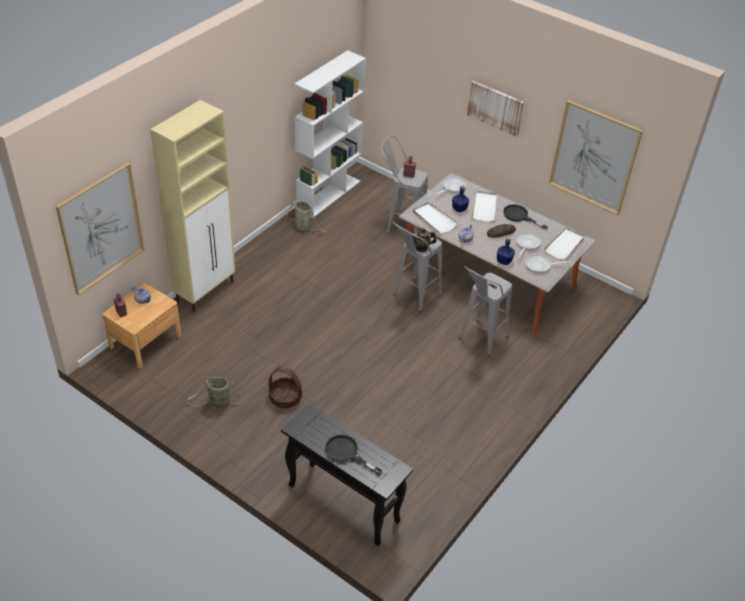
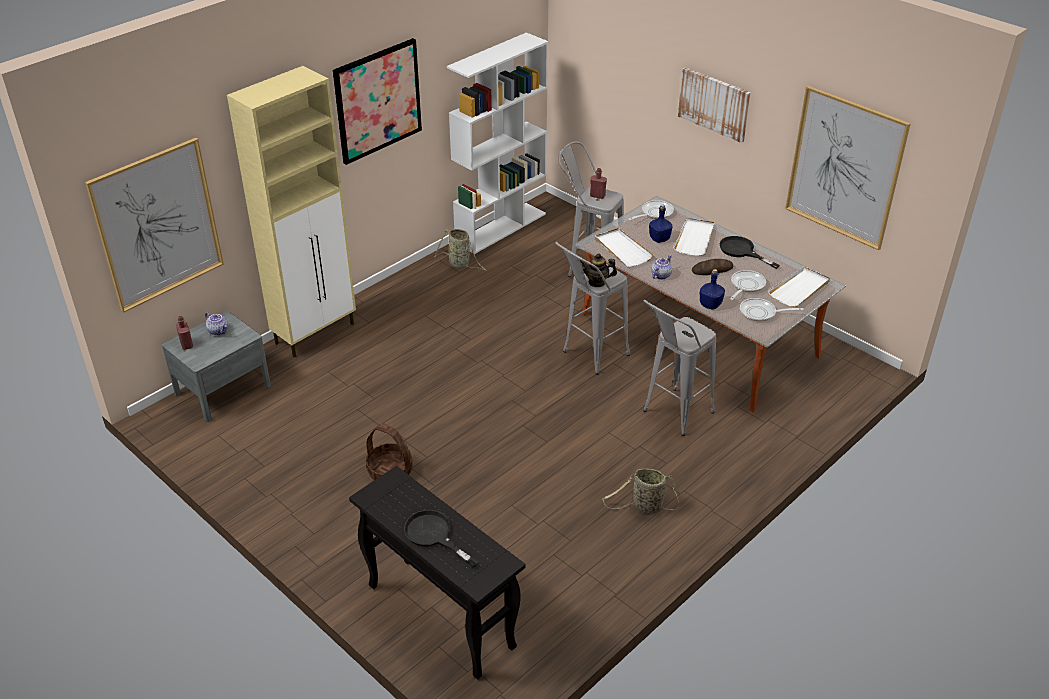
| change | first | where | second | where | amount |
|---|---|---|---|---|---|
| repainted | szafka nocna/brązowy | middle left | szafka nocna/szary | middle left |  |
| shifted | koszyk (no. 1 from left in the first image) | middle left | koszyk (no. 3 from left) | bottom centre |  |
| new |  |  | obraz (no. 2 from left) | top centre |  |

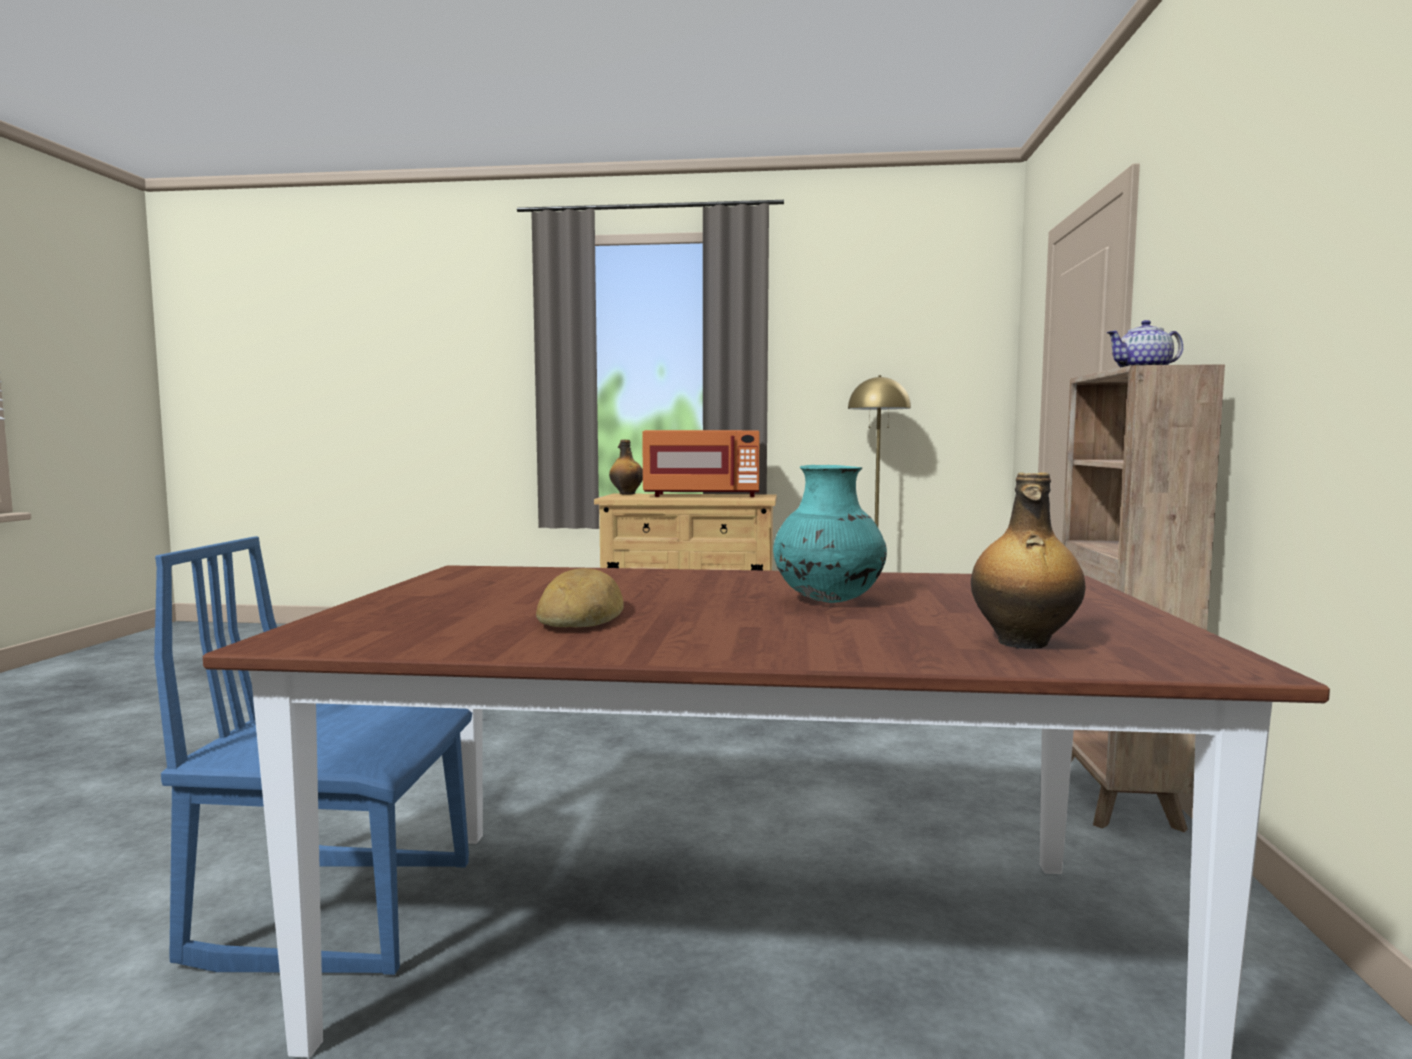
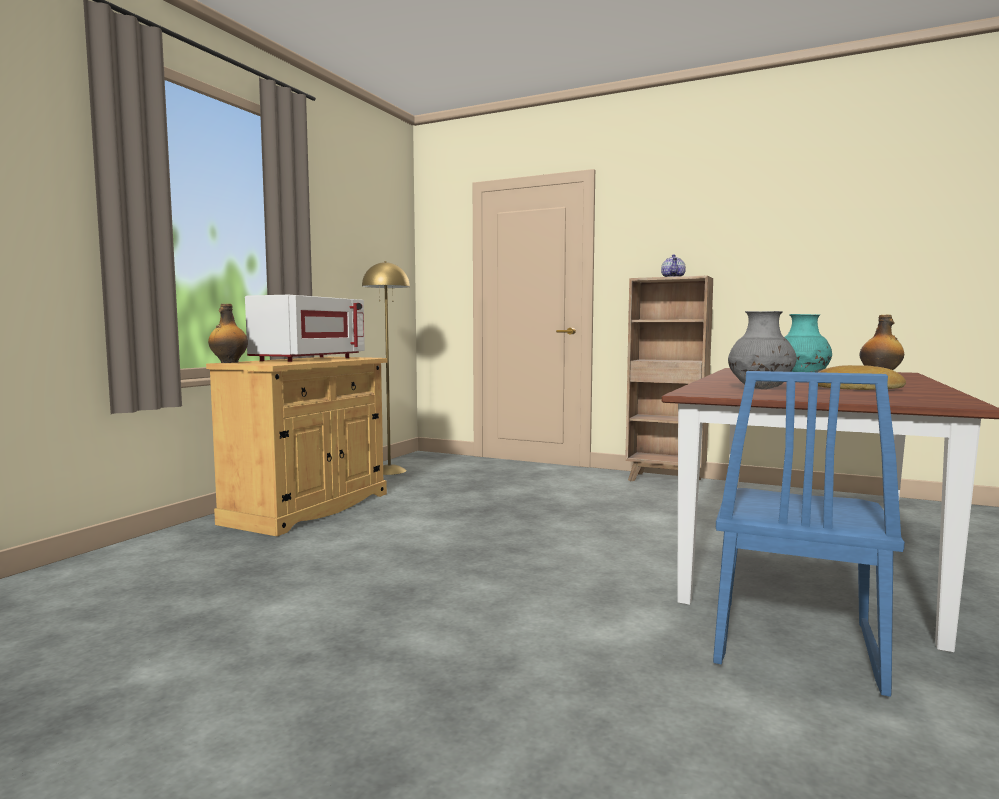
| change | first | where | second | where | amount |
|---|---|---|---|---|---|
| repainted | mikrofalówka/pomarańczowy | centre | mikrofalówka/biały | middle left |  |
| new |  |  | wazon/szary | middle right |  |

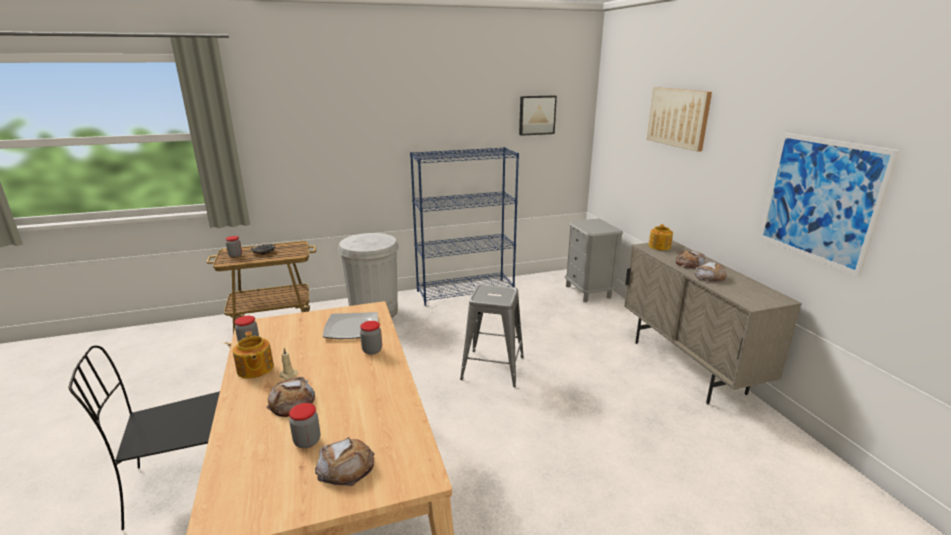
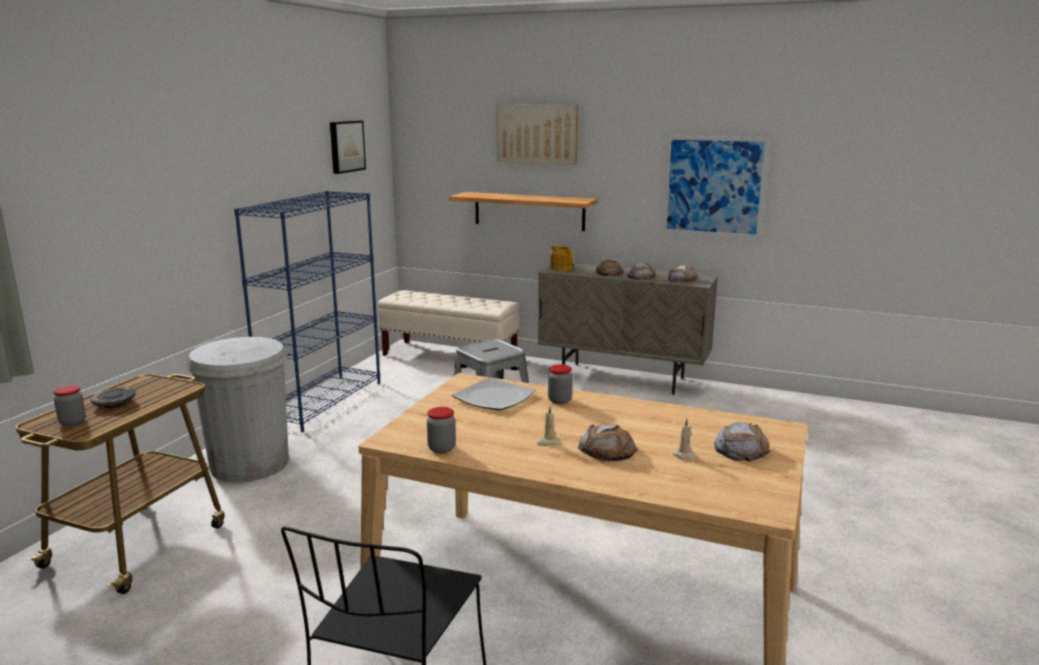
| change | first | where | second | where | amount |
|---|---|---|---|---|---|
| gone | imbryk (no. 1 from left) | middle left |  |  |  |
| swapped | słoik (no. 3 from left) | bottom left | świeca/beżowy (no. 2 from left) | centre |  |
| swapped | szafka nocna/szary | centre | ławka/beżowy | centre |  |
| new |  |  | półka | top centre |  |
| new |  |  | chleb (no. 4 from left) | centre |  |

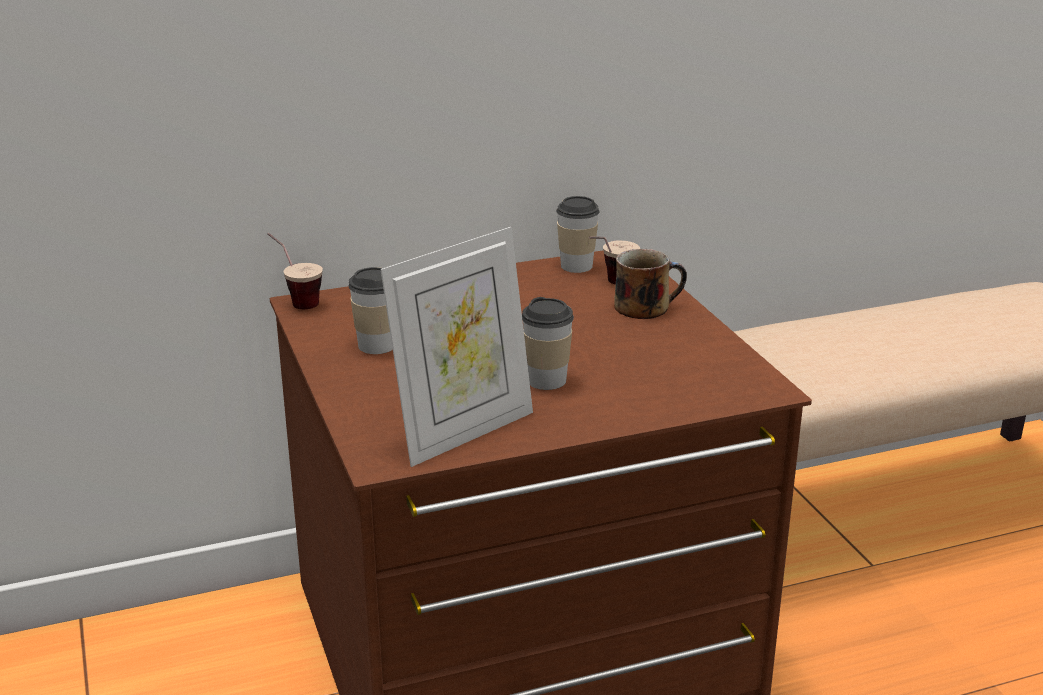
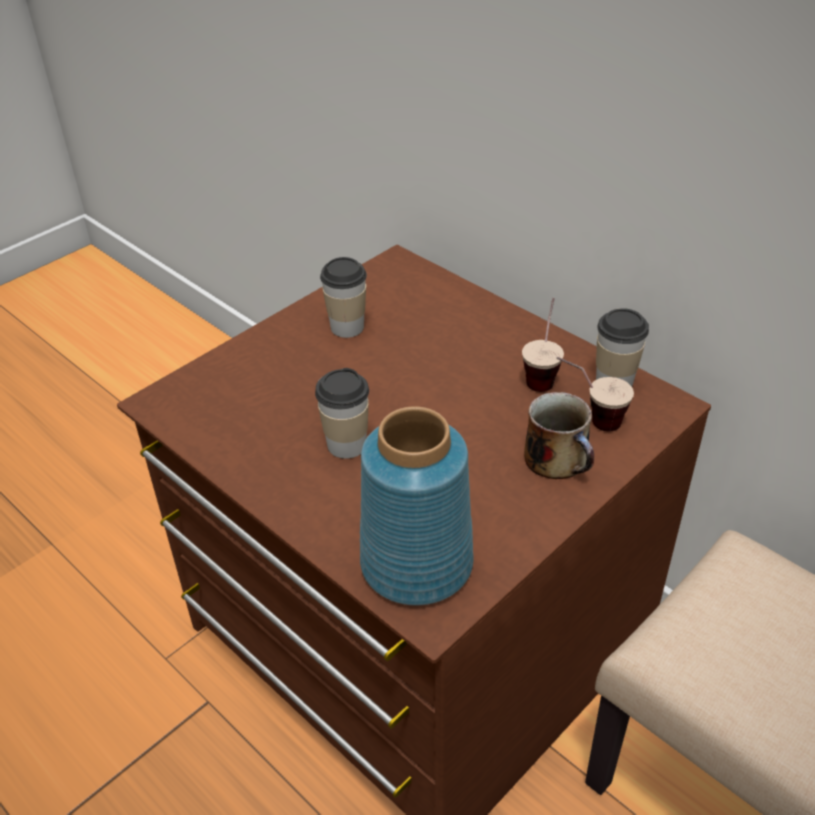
| change | first | where | second | where | amount |
|---|---|---|---|---|---|
| shifted | filiżanka (no. 1 from left in the first image) | middle left | filiżanka (no. 3 from left) | centre |  |
| gone | ramka na zdjęcie | centre |  |  |  |
| new |  |  | wazon/niebieski | centre |  |

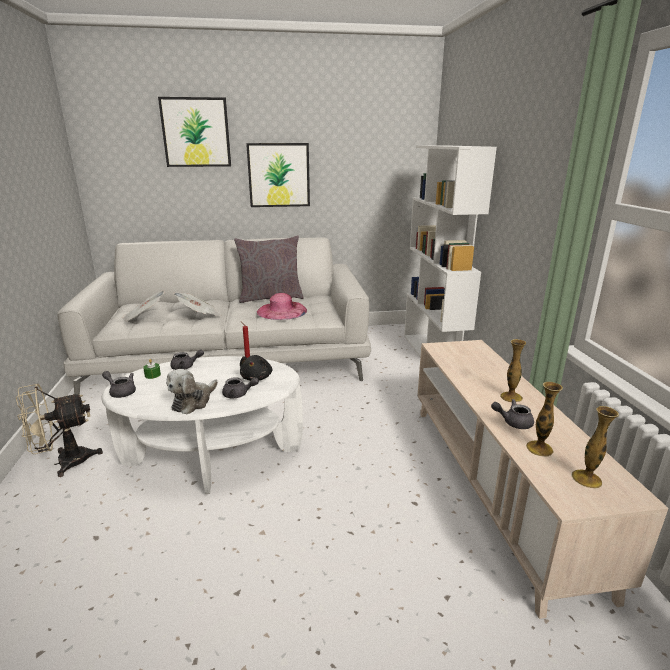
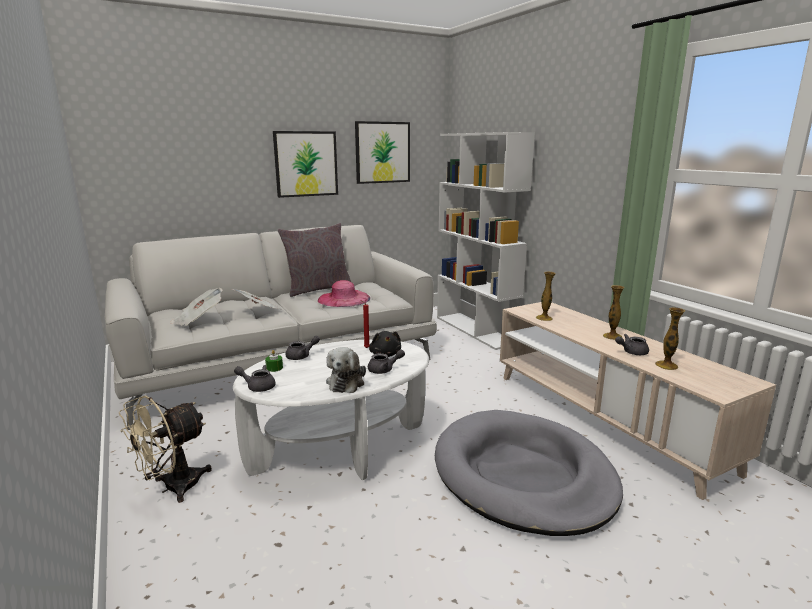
| change | first | where | second | where | amount |
|---|---|---|---|---|---|
| shifted | obraz (no. 1 from left in the first image) | top left | obraz (no. 2 from left) | top centre |  |
| shifted | wazon (no. 3 from left in the first image) | bottom right | wazon (no. 1 from left) | middle right |  |
| new |  |  | legowisko/szary | bottom centre |  |

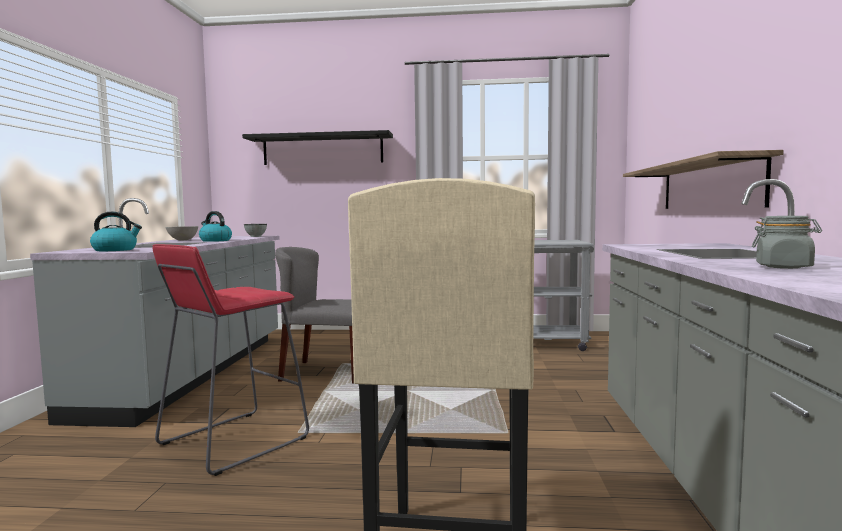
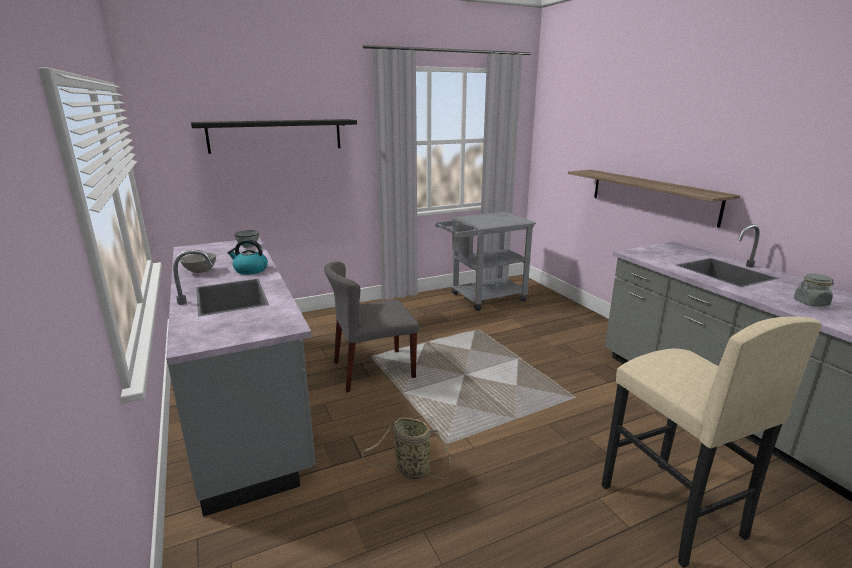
| change | first | where | second | where | amount |
|---|---|---|---|---|---|
| gone | czajnik (no. 1 from left) | middle left |  |  |  |
| swapped | stołek/czerwony | bottom left | koszyk | bottom centre |  |

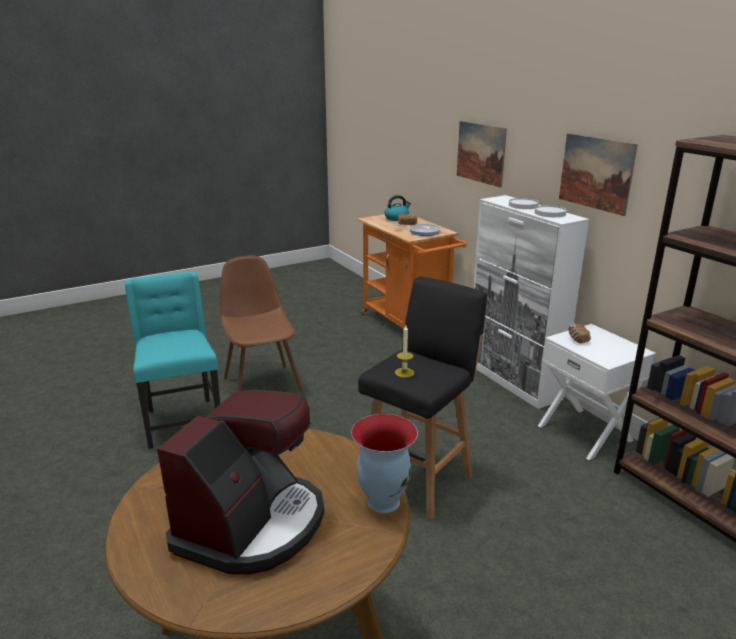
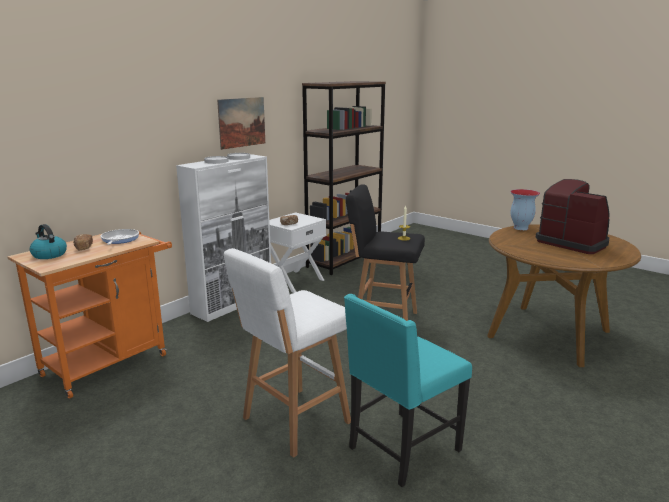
| change | first | where | second | where | amount |
|---|---|---|---|---|---|
| rotated | ekspres do kawy | bottom left |  | middle right | 45 degrees clockwise |
| swapped | krzesło/brązowy | centre | stołek/biały | bottom centre |  |
| gone | obraz (no. 1 from left) | top centre |  |  |  |

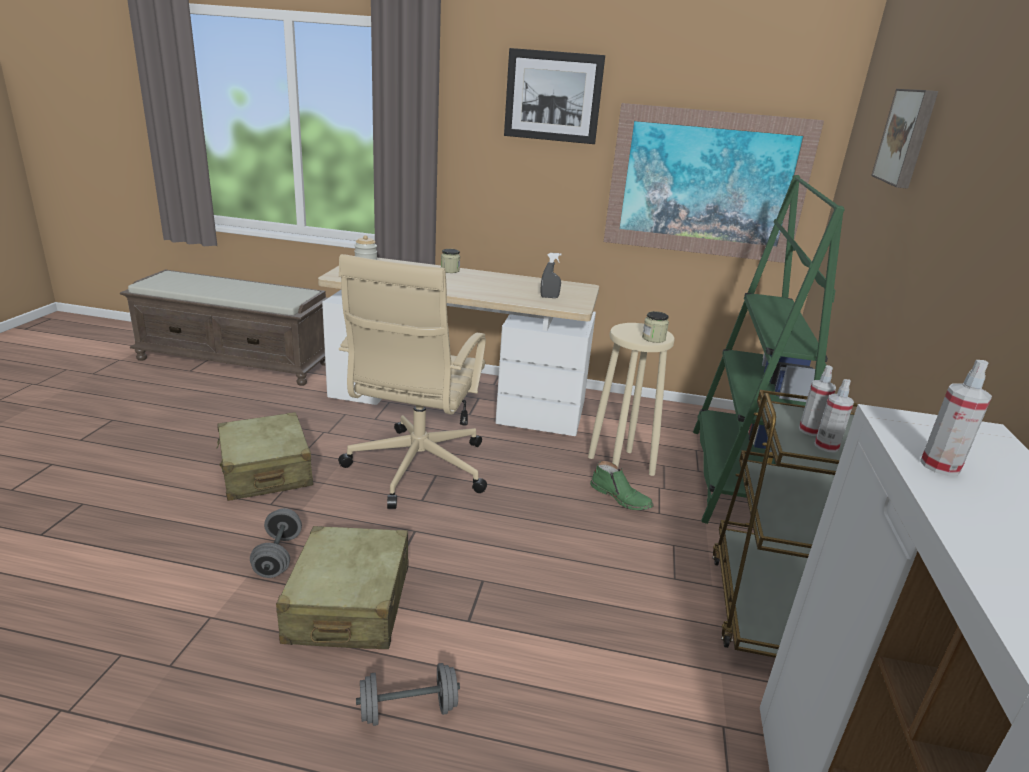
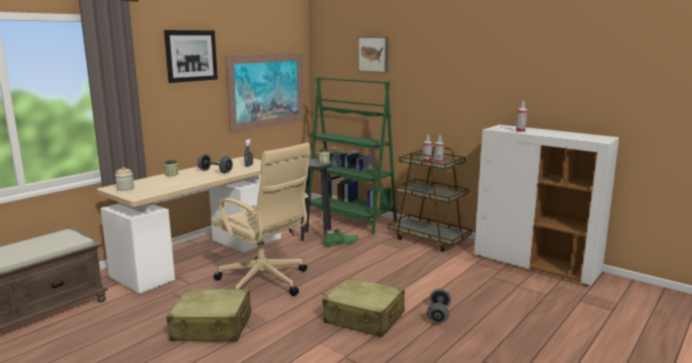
| change | first | where | second | where | amount |
|---|---|---|---|---|---|
| shifted | hantel/szary (no. 1 from left) | bottom left |  | middle left |  |
| repainted | stołek/beżowy | centre | stołek/czarny | centre |  |

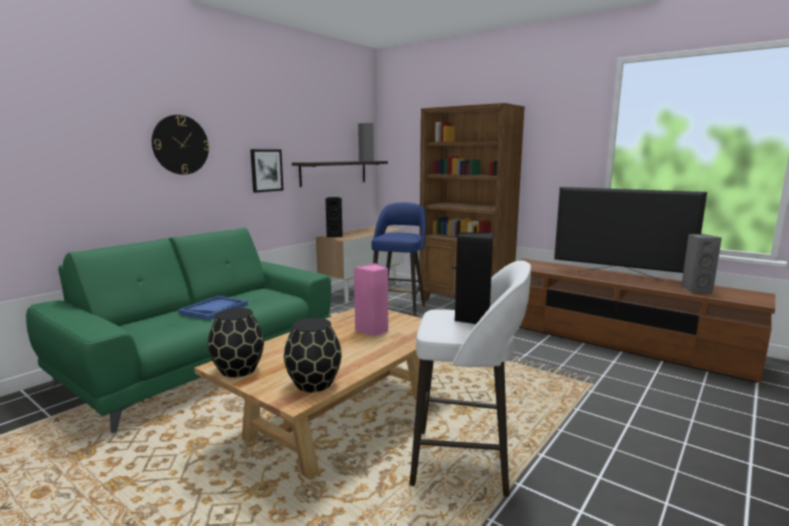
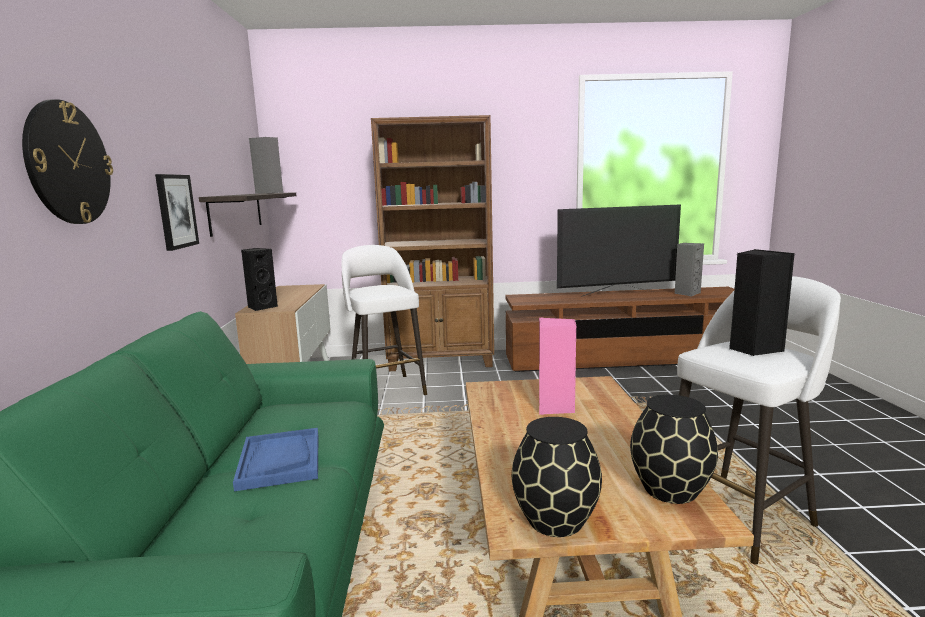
| change | first | where | second | where | amount |
|---|---|---|---|---|---|
| repainted | stołek/niebieski | centre | stołek/biały (no. 1 from left) | centre |  |

